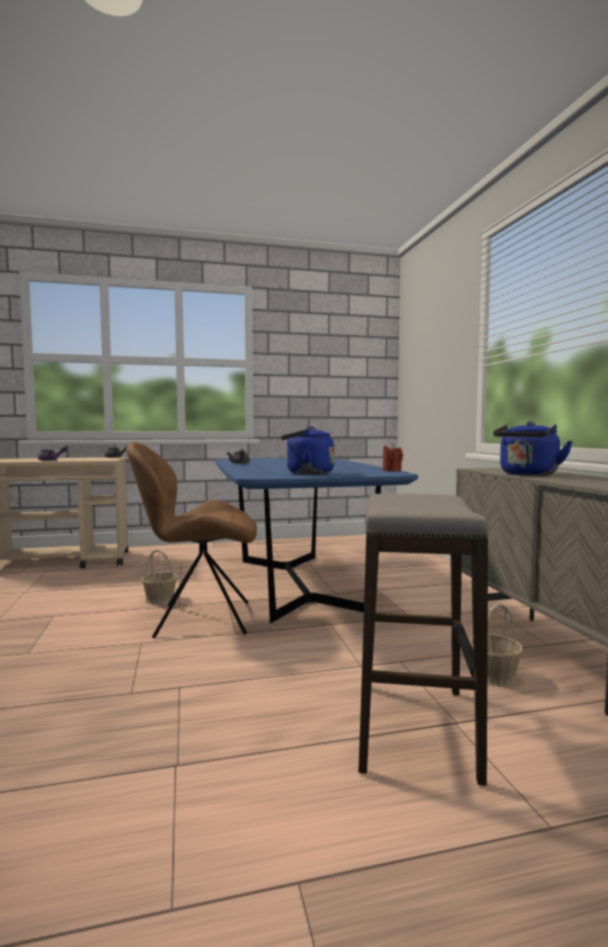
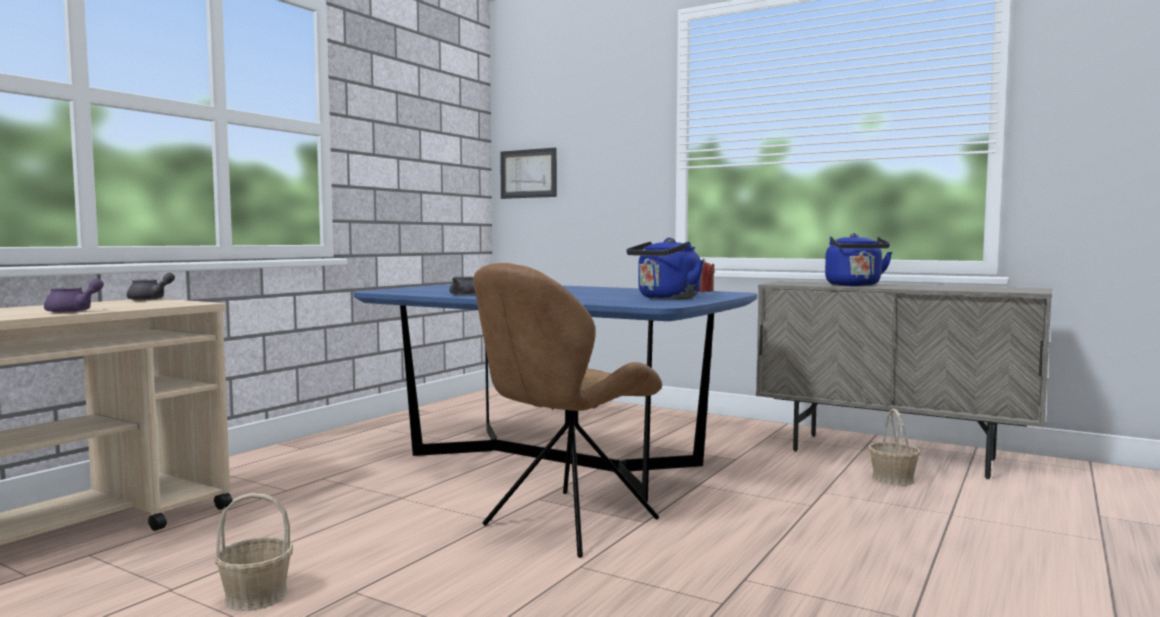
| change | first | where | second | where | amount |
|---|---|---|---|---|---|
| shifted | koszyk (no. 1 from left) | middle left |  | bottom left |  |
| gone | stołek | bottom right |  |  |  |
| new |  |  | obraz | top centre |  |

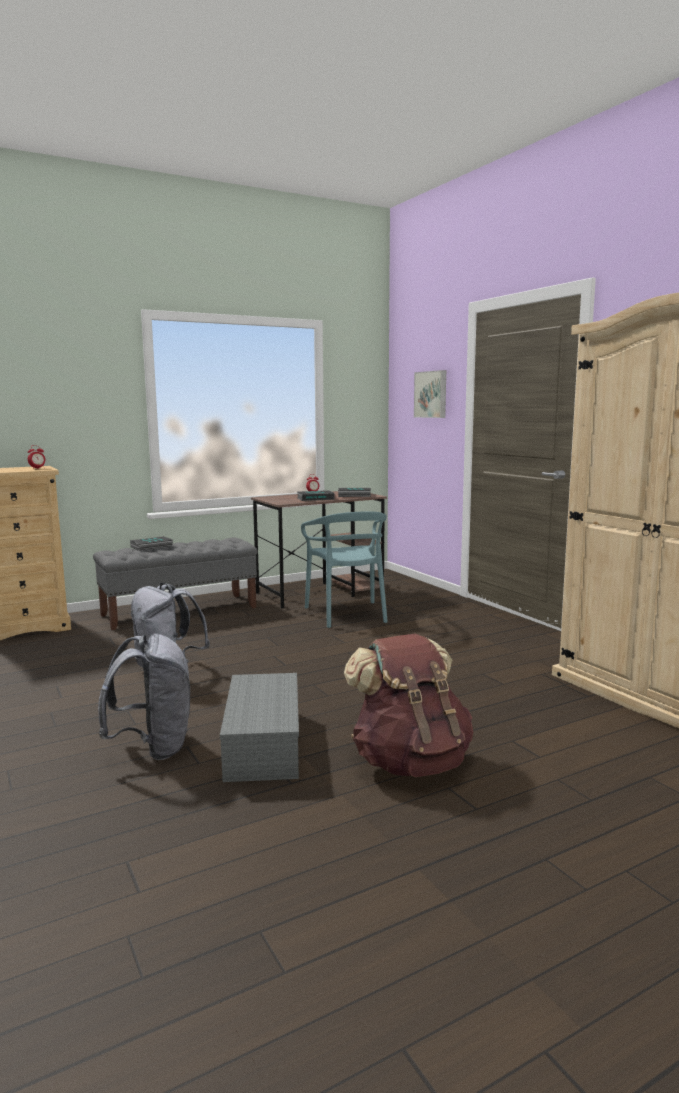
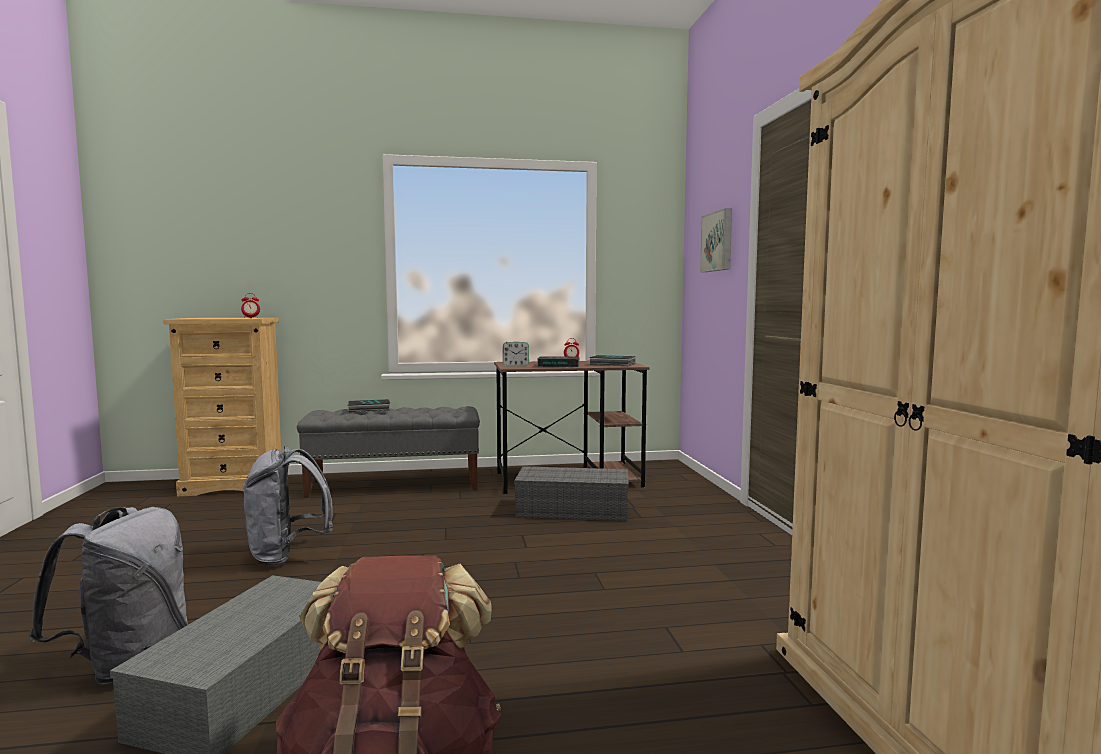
| change | first | where | second | where | amount |
|---|---|---|---|---|---|
| swapped | krzesło/turkusowy | centre | pojemnik do przechowywania/szary (no. 2 from left) | centre |  |
| new |  |  | budzik (no. 2 from left) | centre |  |

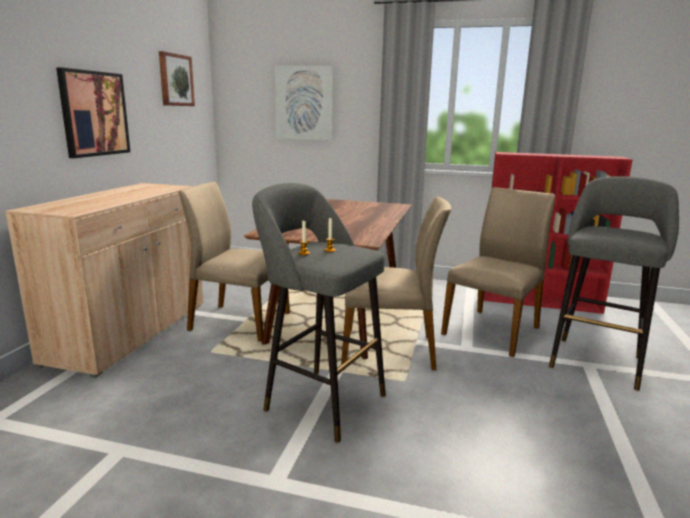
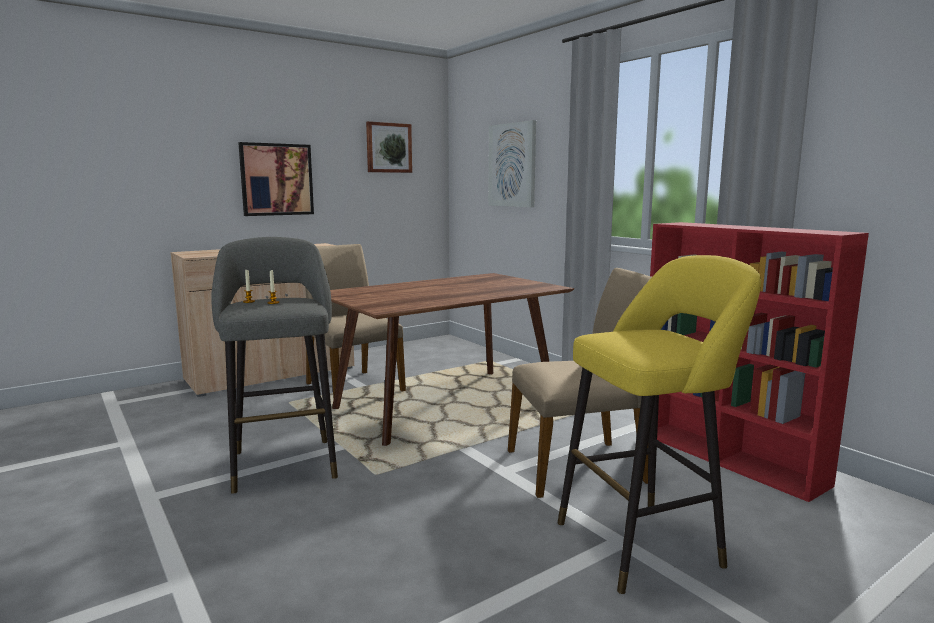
| change | first | where | second | where | amount |
|---|---|---|---|---|---|
| gone | krzesło/beżowy (no. 2 from left) | centre |  |  |  |
| repainted | stołek/szary (no. 2 from left) | middle right | stołek/żółty | bottom right |  |

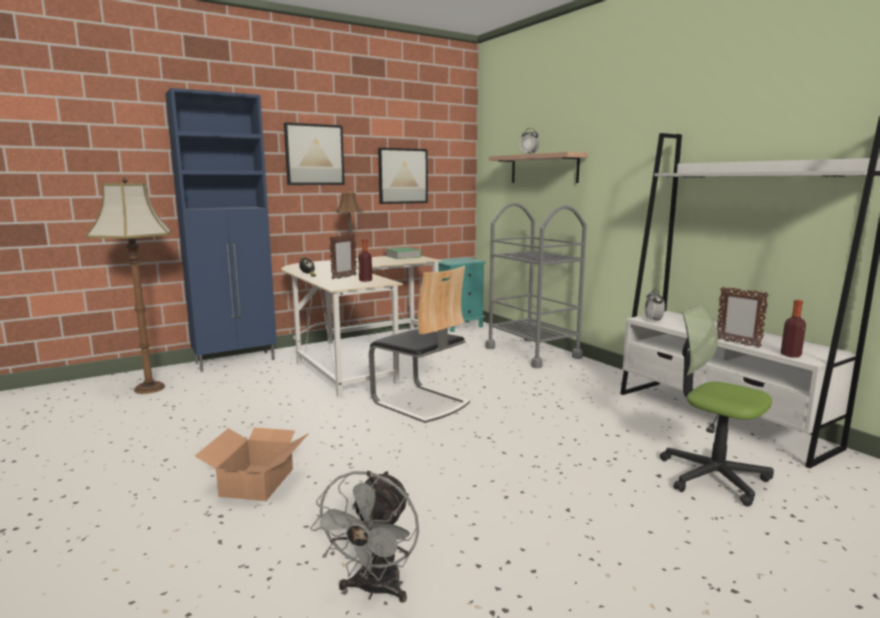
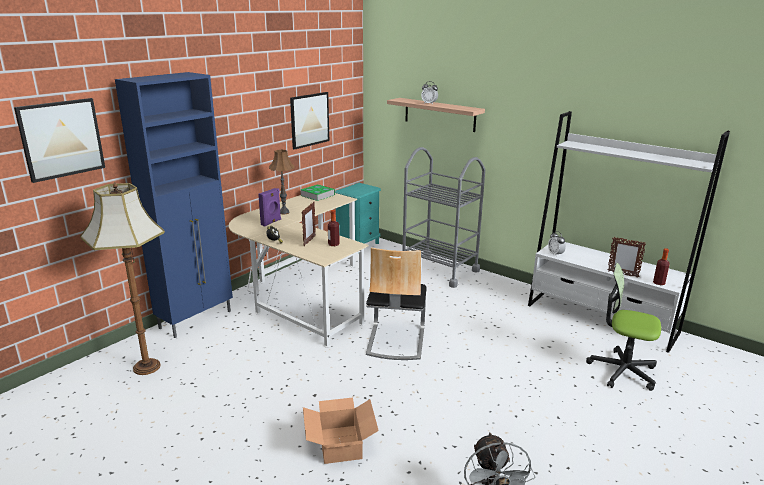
| change | first | where | second | where | amount |
|---|---|---|---|---|---|
| shifted | obraz (no. 1 from left) | top centre |  | top left |  |
| rotated | krzesło | centre |  | centre | 75 degrees clockwise |
| new |  |  | głośnik/fioletowy | centre |  |

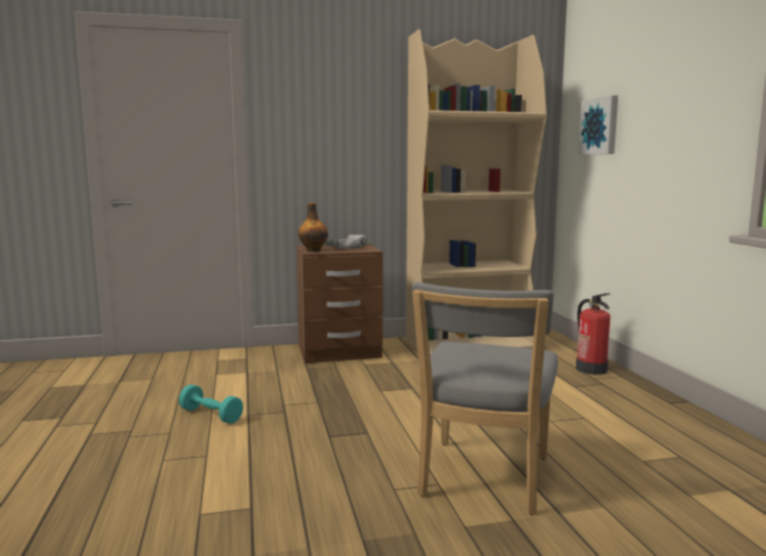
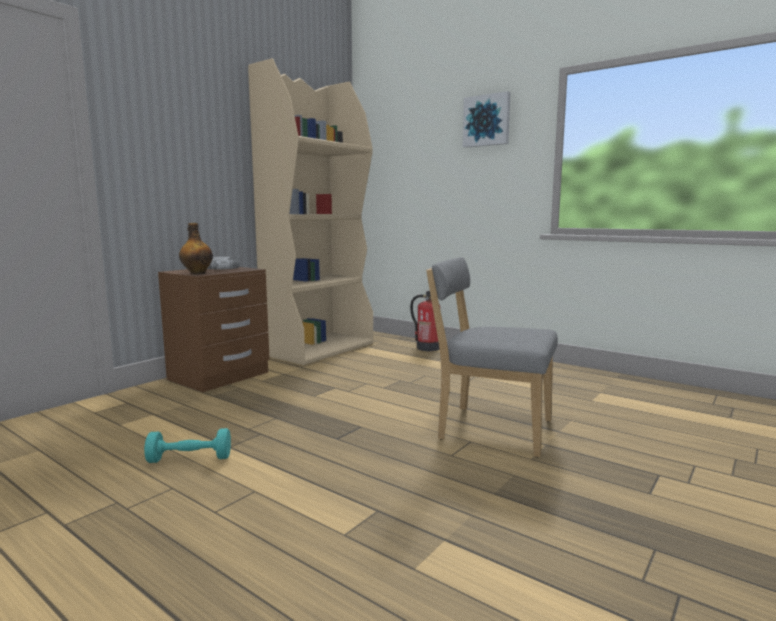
| change | first | where | second | where | amount |
|---|---|---|---|---|---|
| rotated | krzesło/szary | bottom centre |  | centre | 135 degrees clockwise |
| shifted | obraz | top right |  | top centre |  |

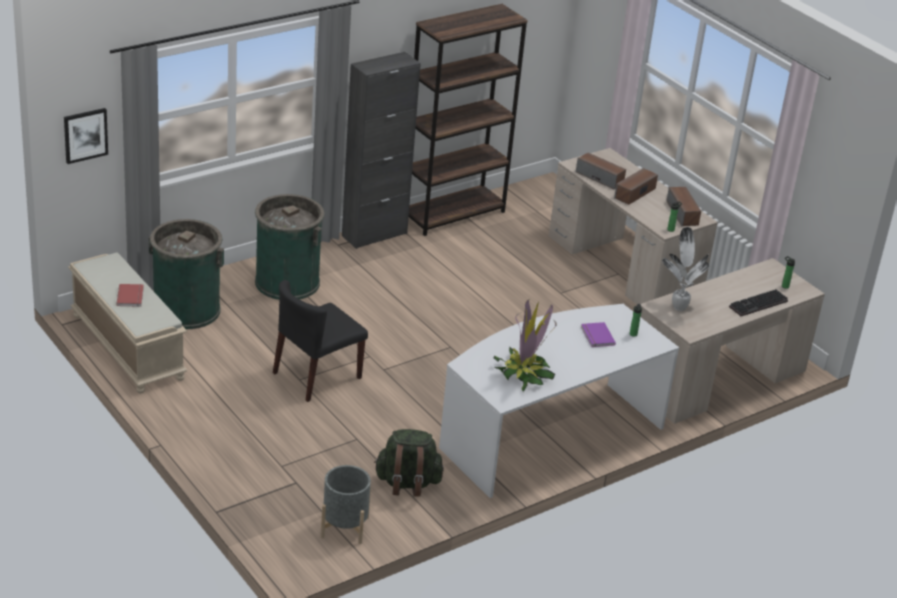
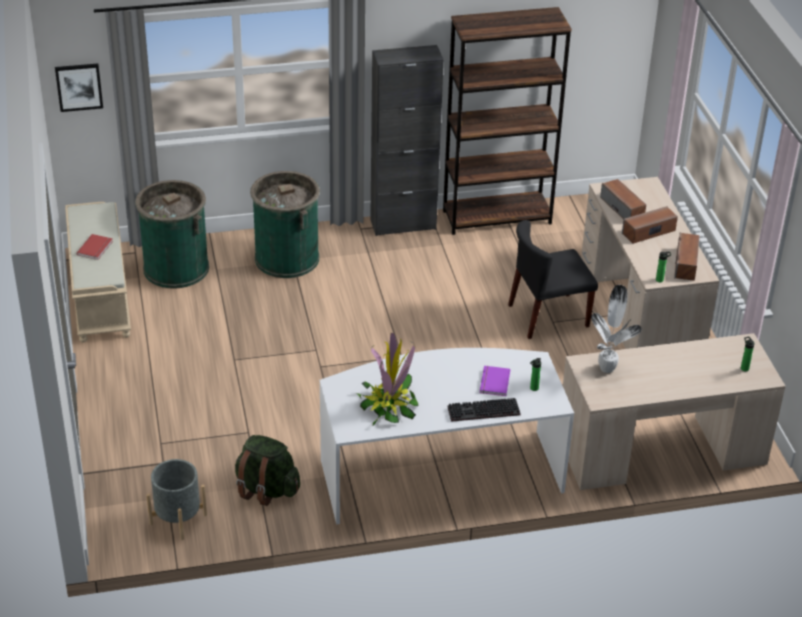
| change | first | where | second | where | amount |
|---|---|---|---|---|---|
| shifted | krzesło/czarny | centre |  | middle right |  |
| shifted | klawiatura | middle right |  | centre |  |

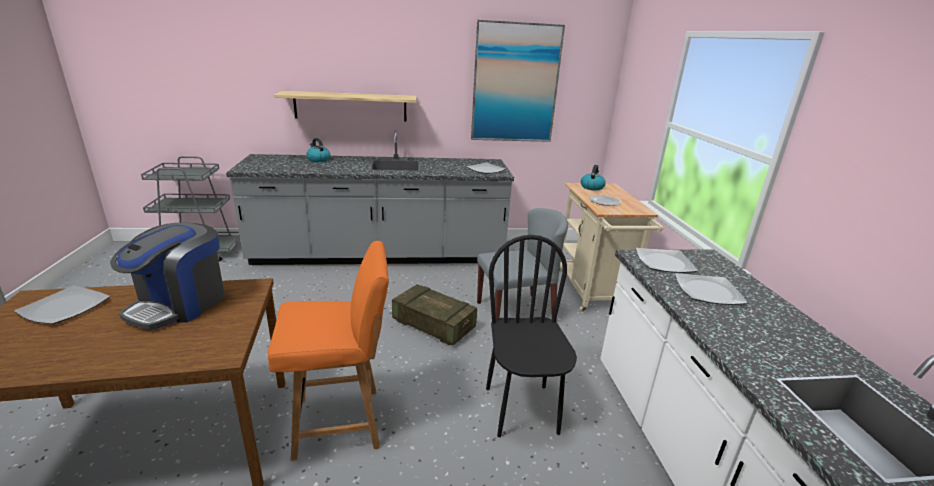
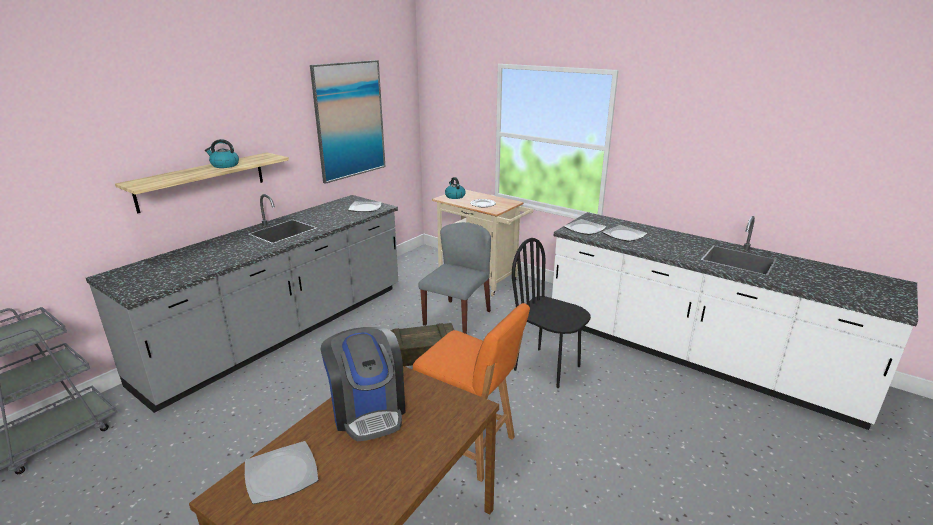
| change | first | where | second | where | amount |
|---|---|---|---|---|---|
| rotated | krzesło/pomarańczowy | bottom centre |  | bottom centre | 90 degrees clockwise |
| shifted | czajnik (no. 1 from left) | top centre |  | top left |  |

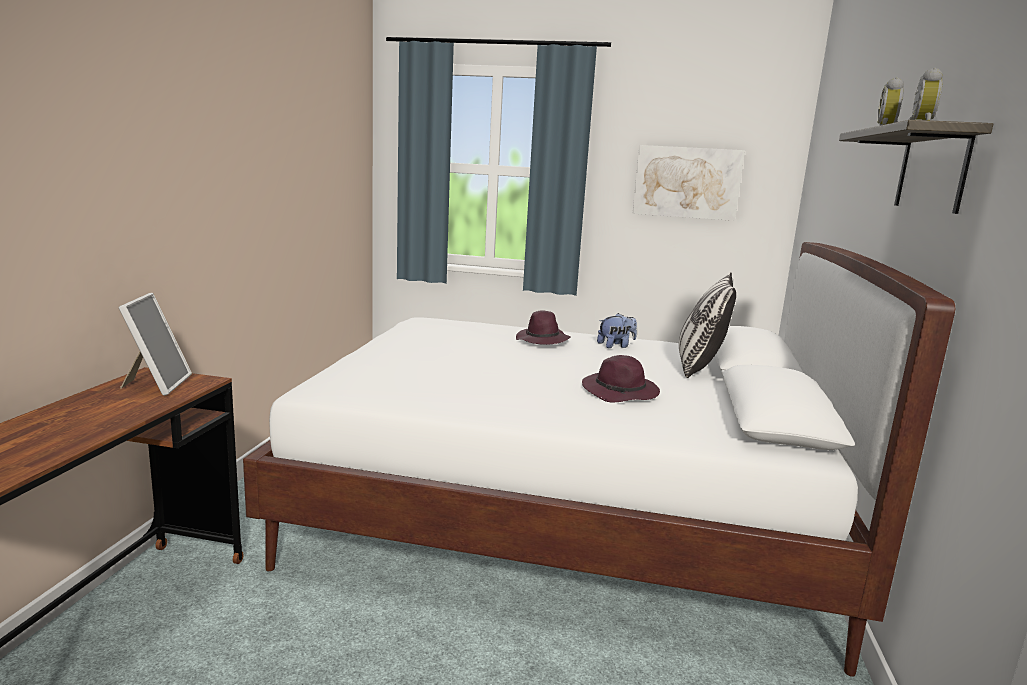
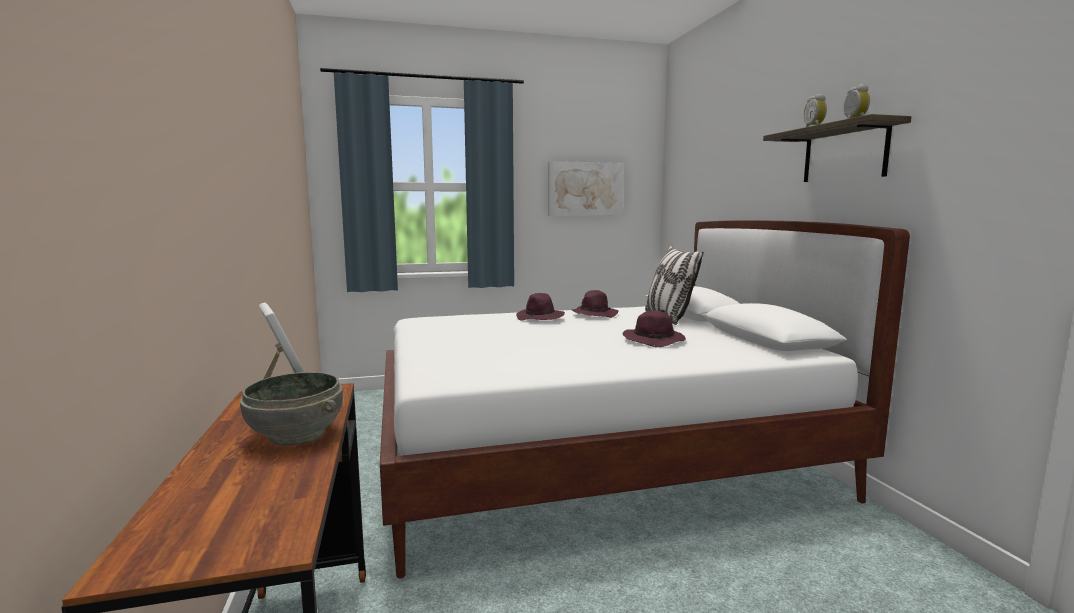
| change | first | where | second | where | amount |
|---|---|---|---|---|---|
| swapped | pluszak | centre | kapelusz/fioletowy (no. 2 from left) | centre |  |
| new |  |  | miska/szary | bottom left |  |

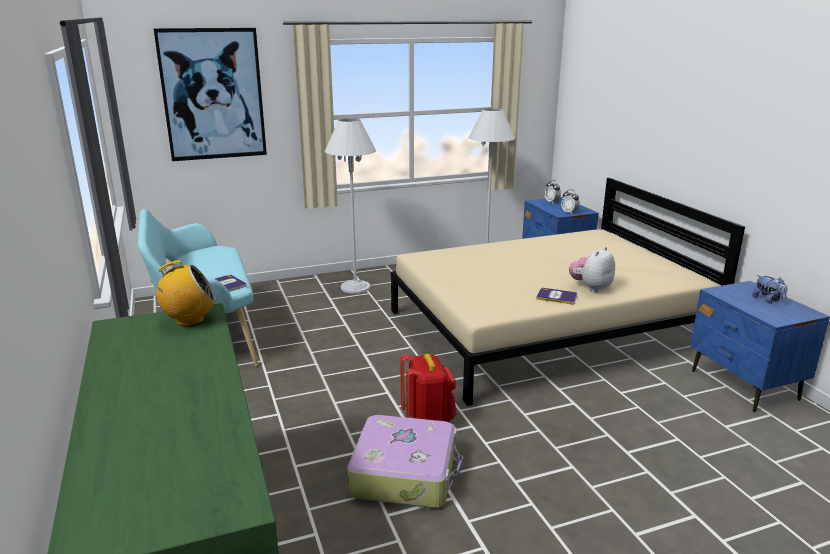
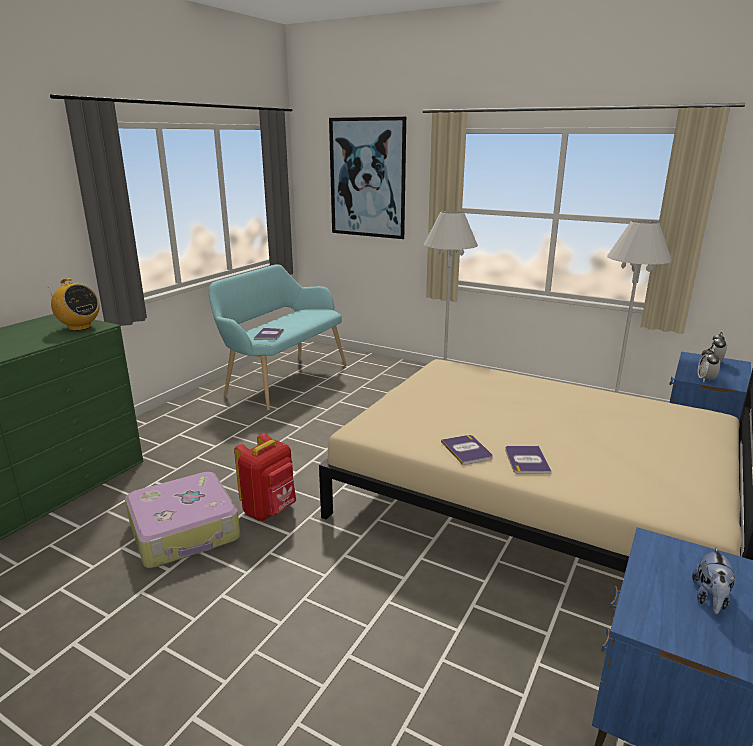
| change | first | where | second | where | amount |
|---|---|---|---|---|---|
| swapped | pluszak (no. 1 from left) | middle right | książka (no. 3 from left) | middle right |  |

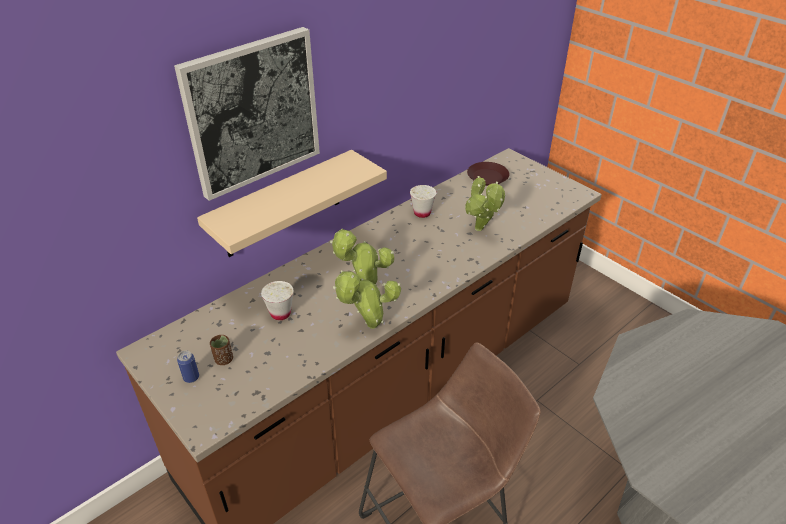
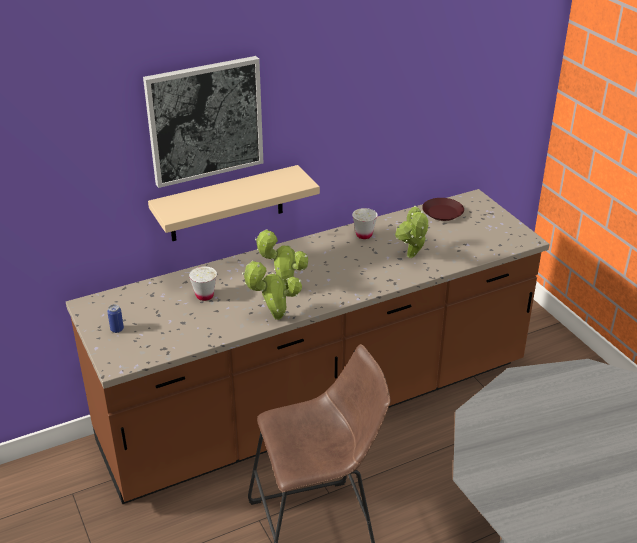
| change | first | where | second | where | amount |
|---|---|---|---|---|---|
| gone | filiżanka/brązowy | bottom left |  |  |  |

